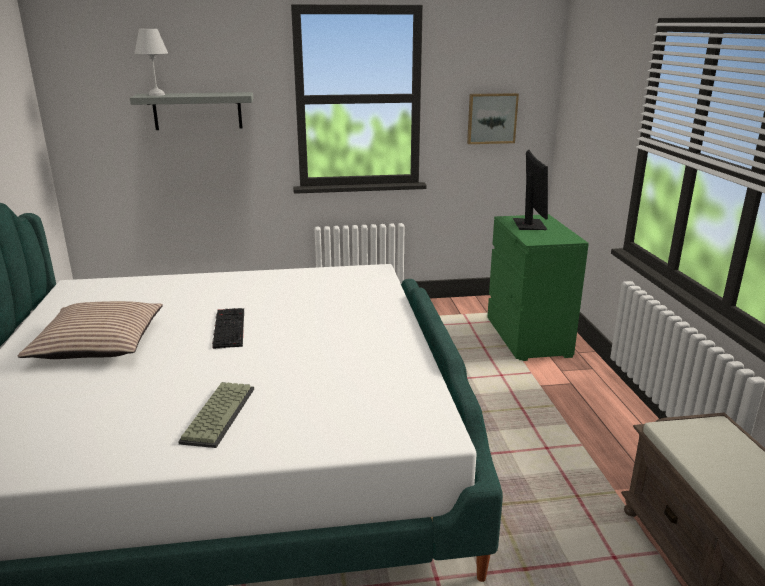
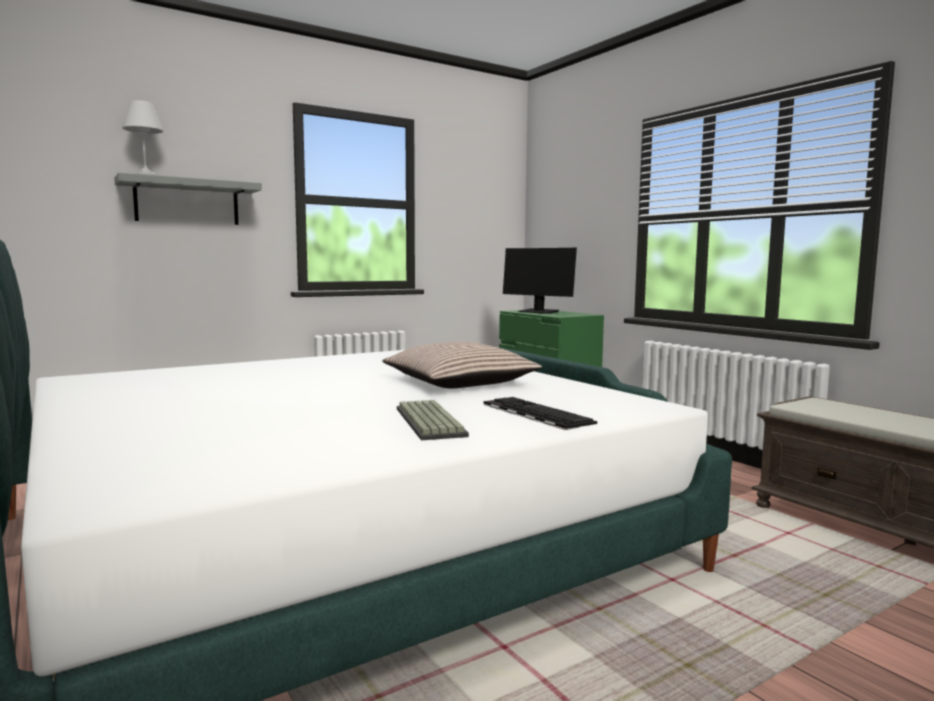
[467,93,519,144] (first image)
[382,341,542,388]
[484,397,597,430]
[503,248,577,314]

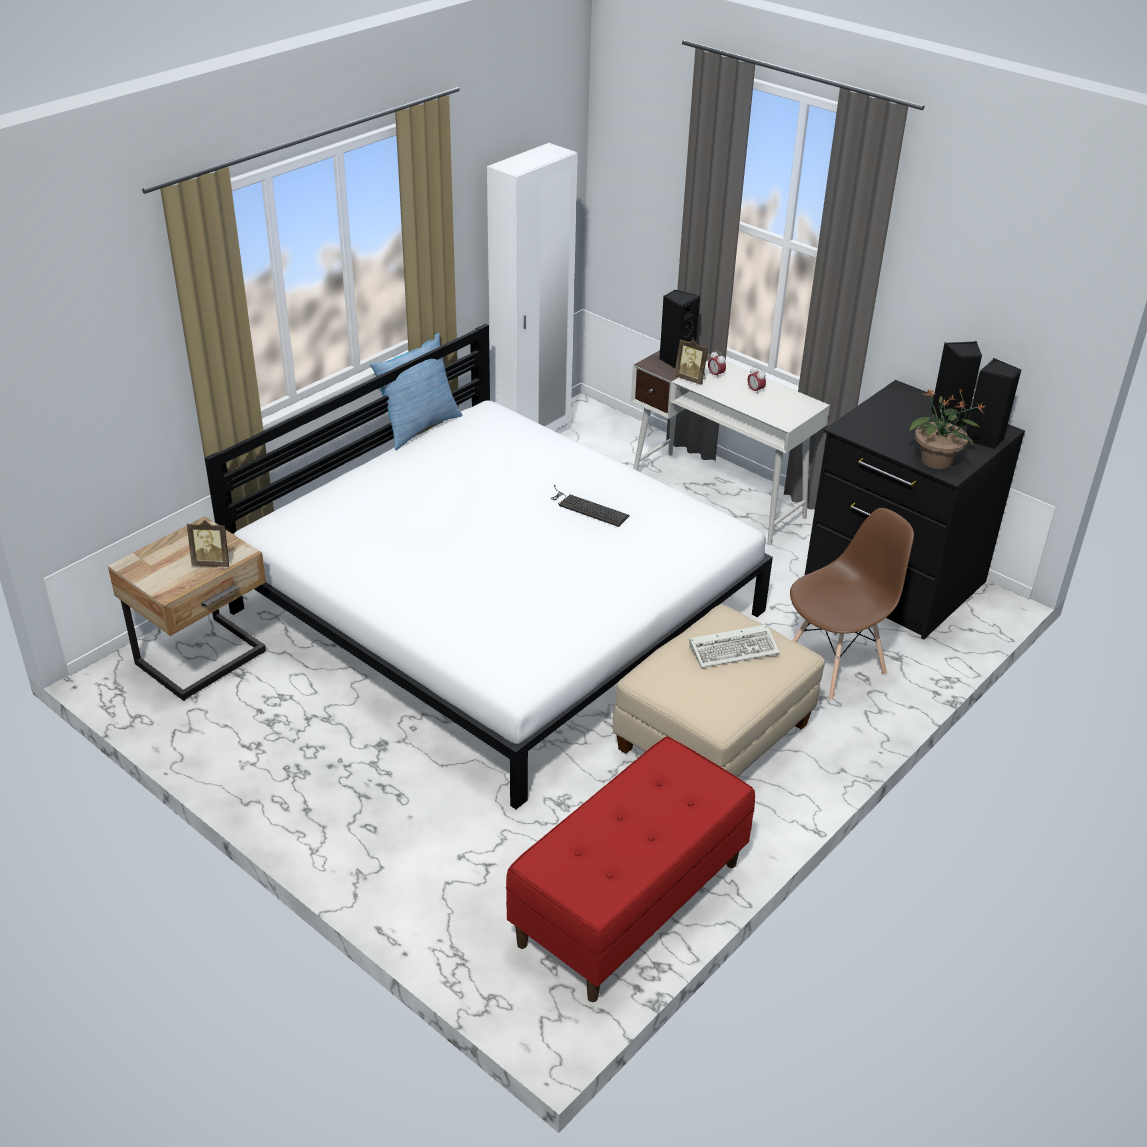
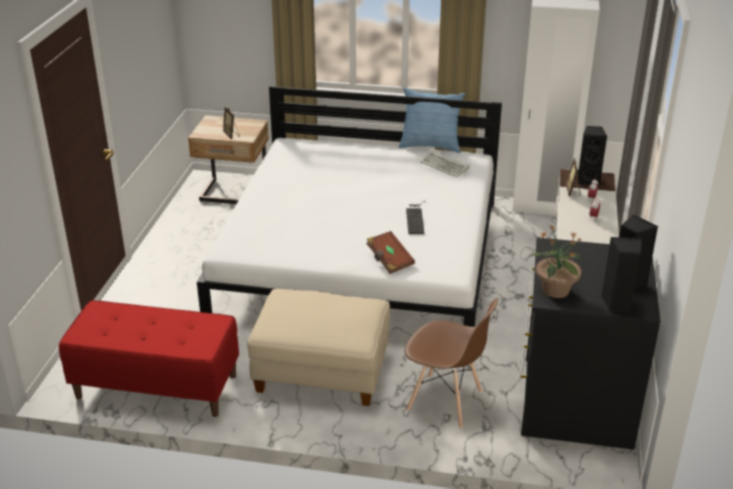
[366,231,415,274]
[419,150,470,177]

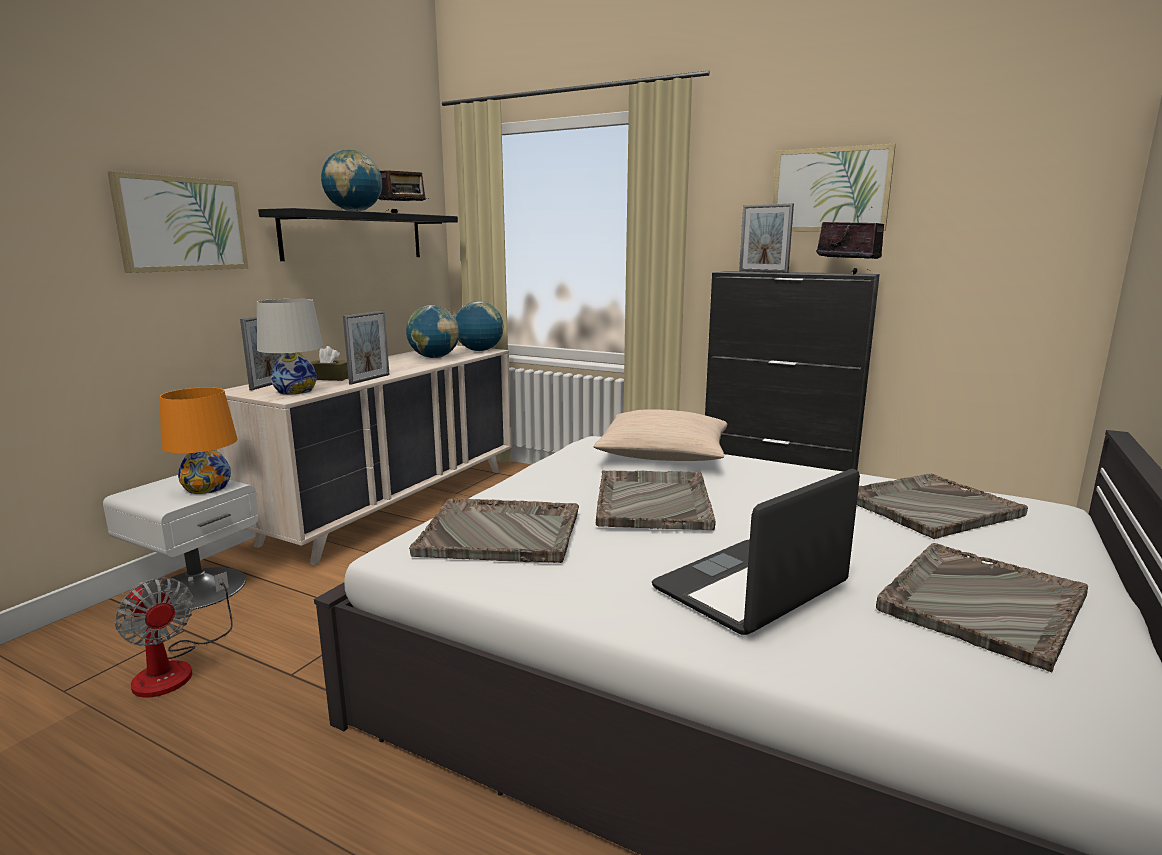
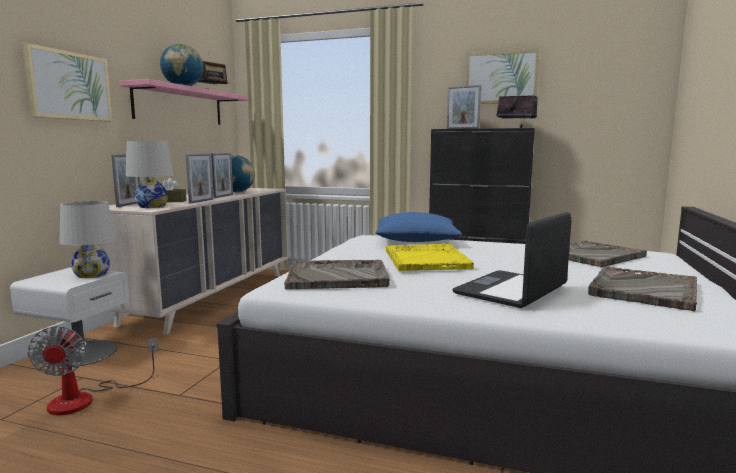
[455,301,503,351] (first image)
[211,153,233,198]
[60,201,116,278]
[119,79,249,125]
[376,212,462,242]
[386,243,474,271]
[27,326,159,415]

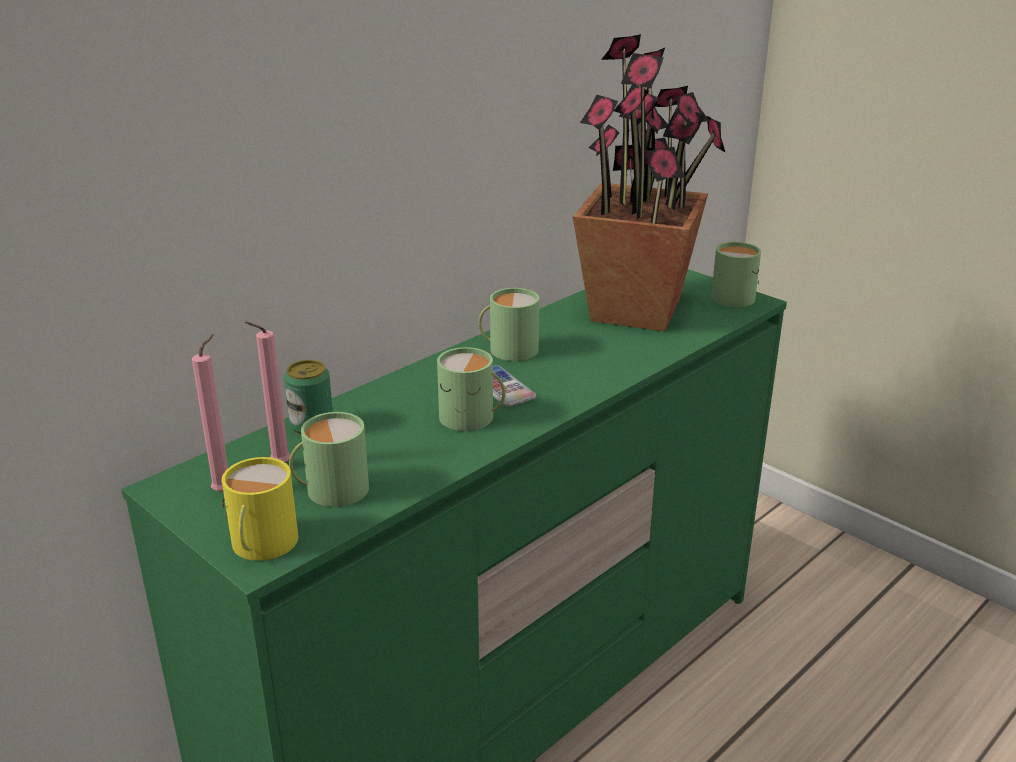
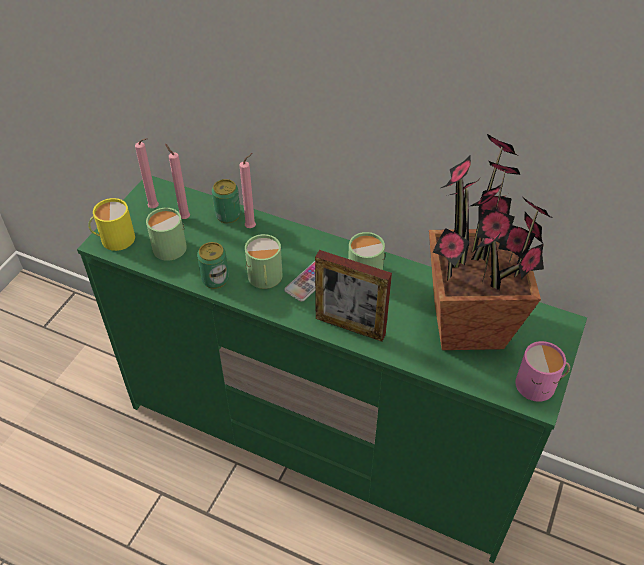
[197,242,229,289]
[239,153,256,228]
[315,250,392,342]
[515,341,570,402]

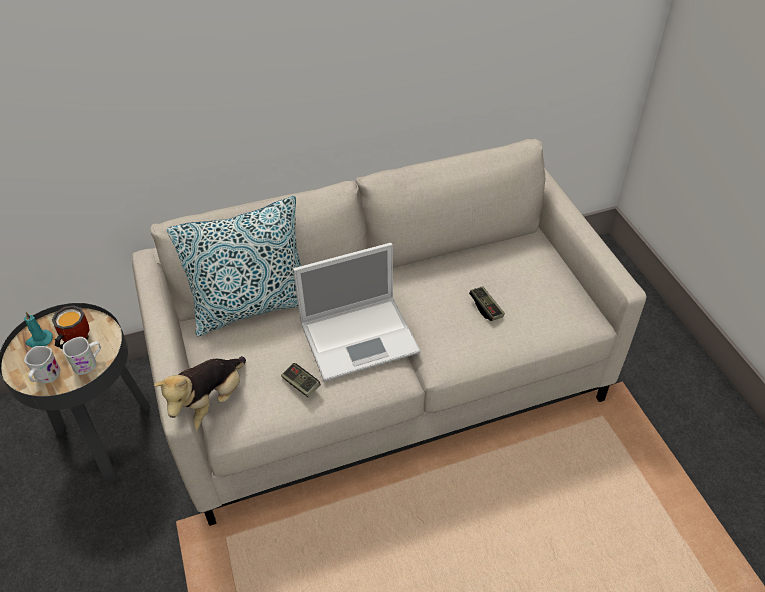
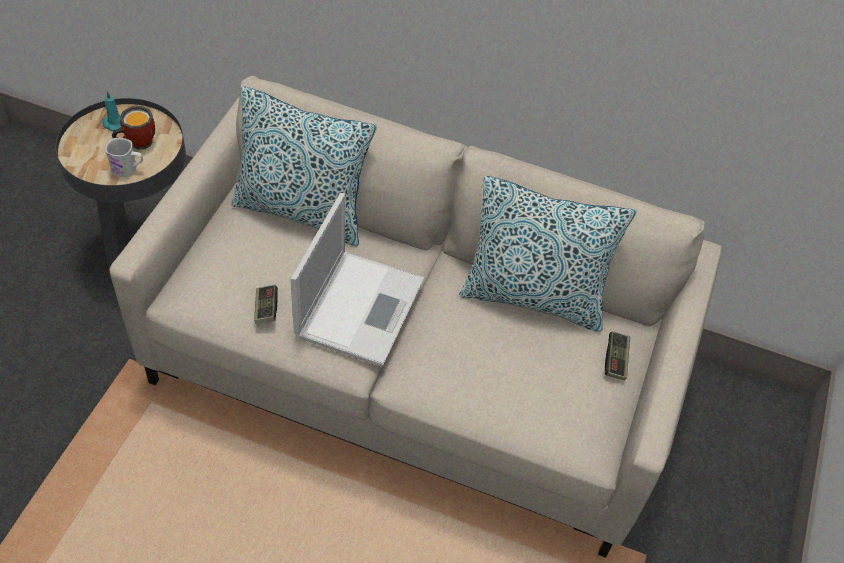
[24,346,61,383] (first image)
[154,356,246,432] (first image)
[459,176,637,332]
[605,331,630,380]
[290,193,424,367]

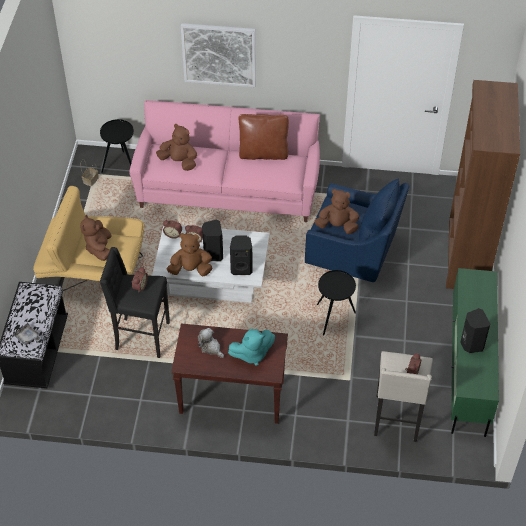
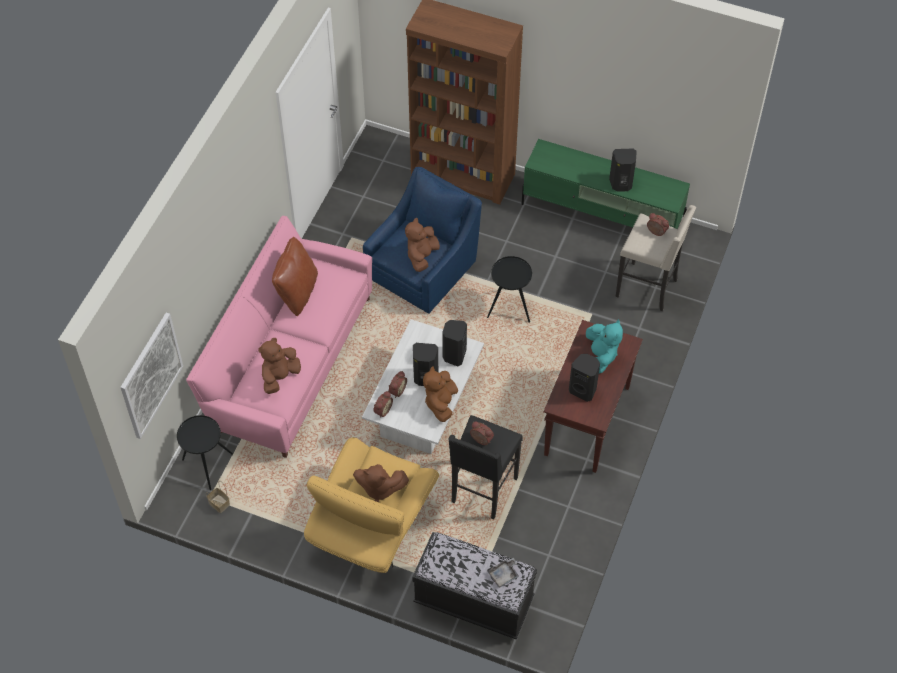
[120,313,183,439]
[569,354,600,402]

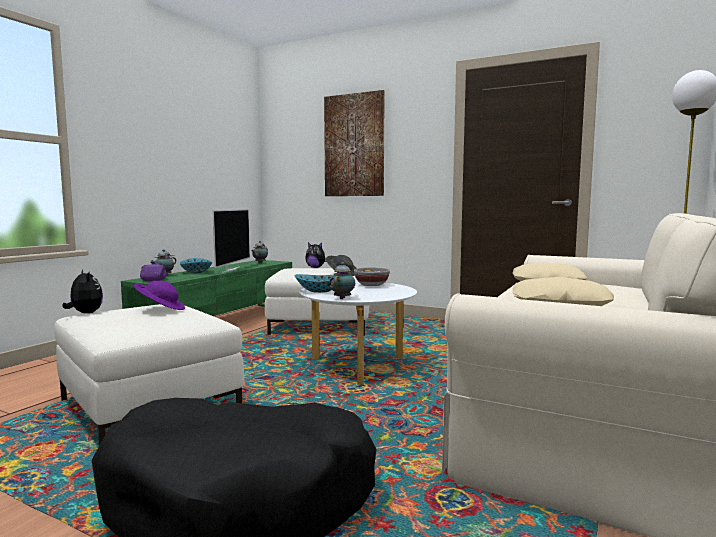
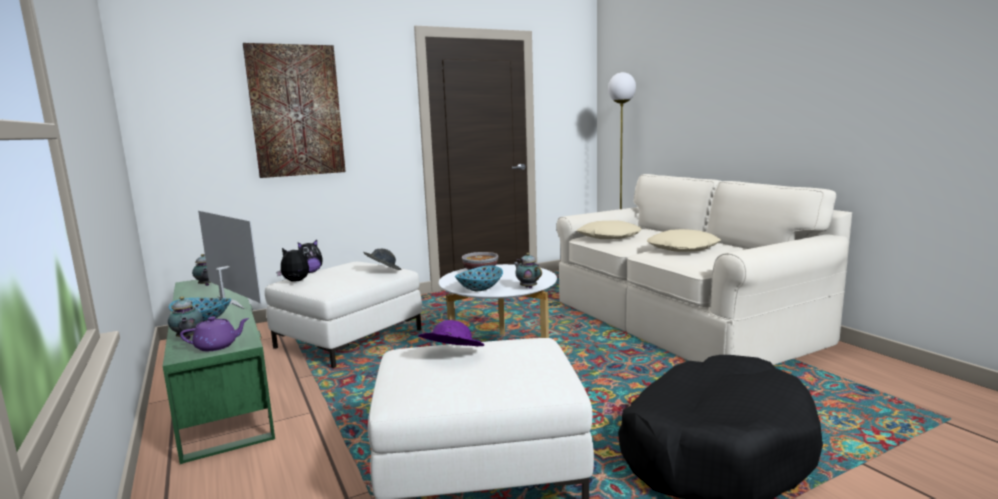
[276,247,309,282]

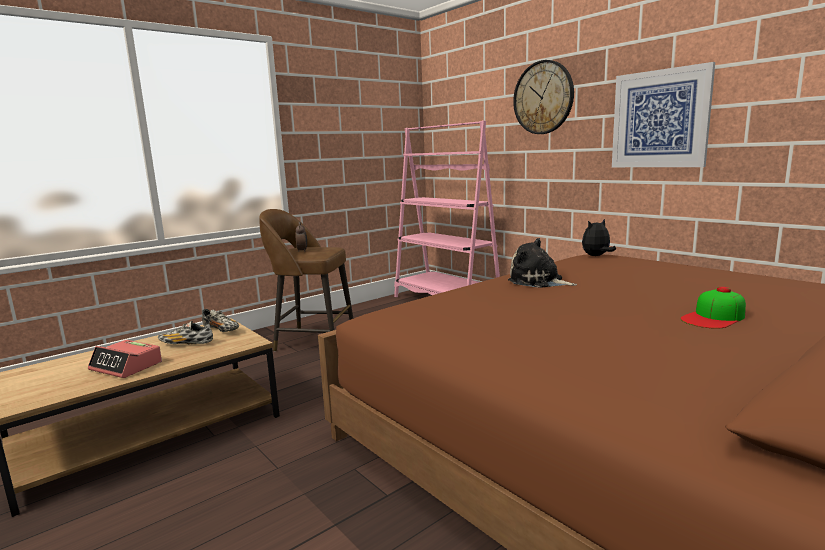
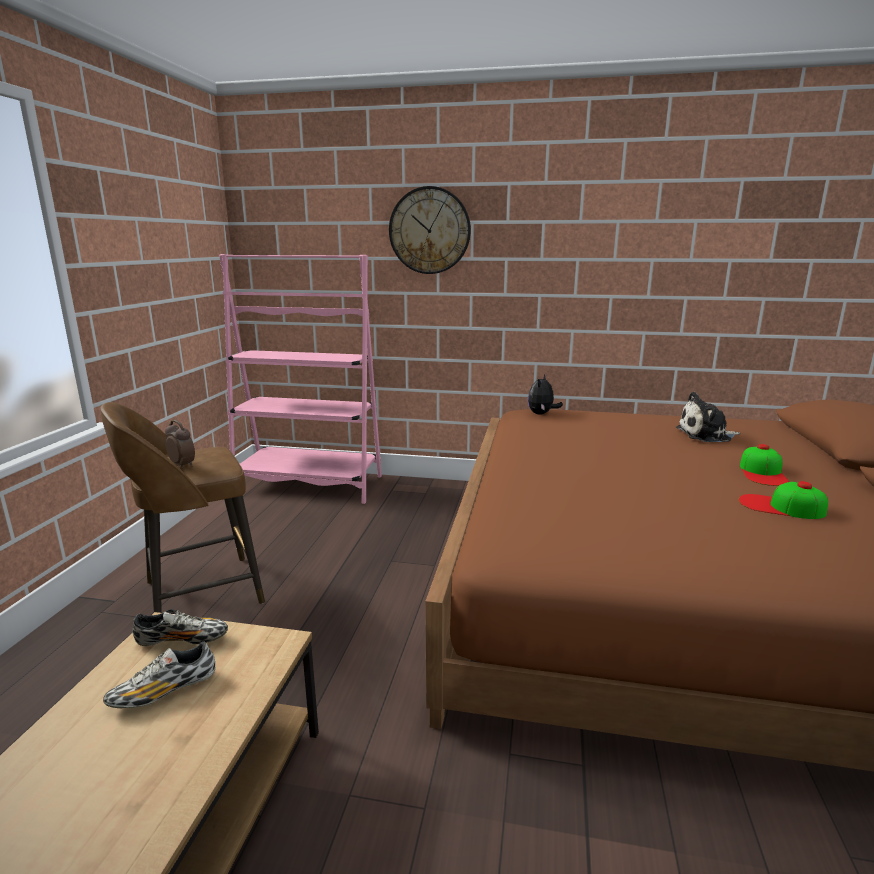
[88,340,162,378] (first image)
[612,62,715,167] (first image)
[739,481,828,519]
[676,392,740,442]

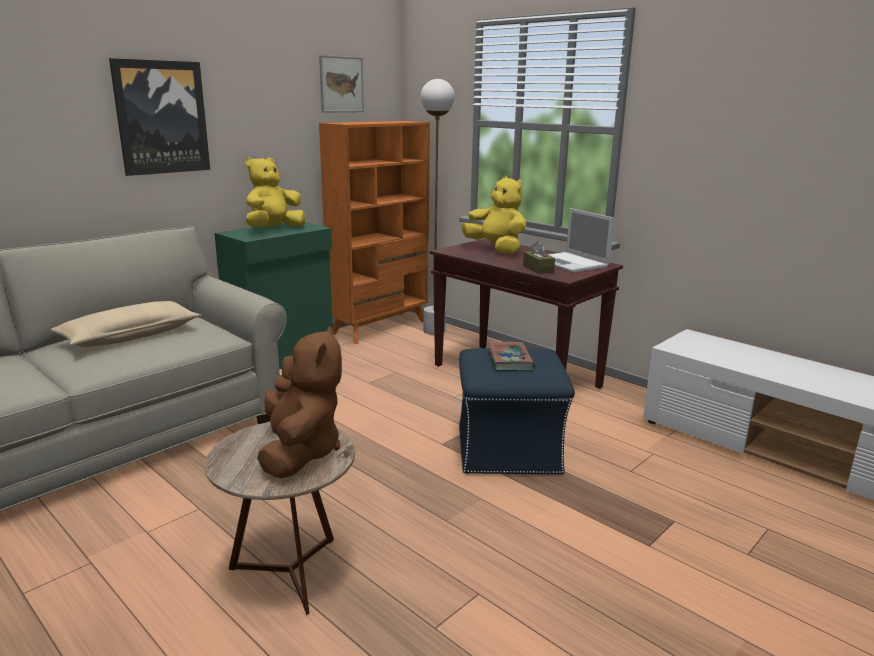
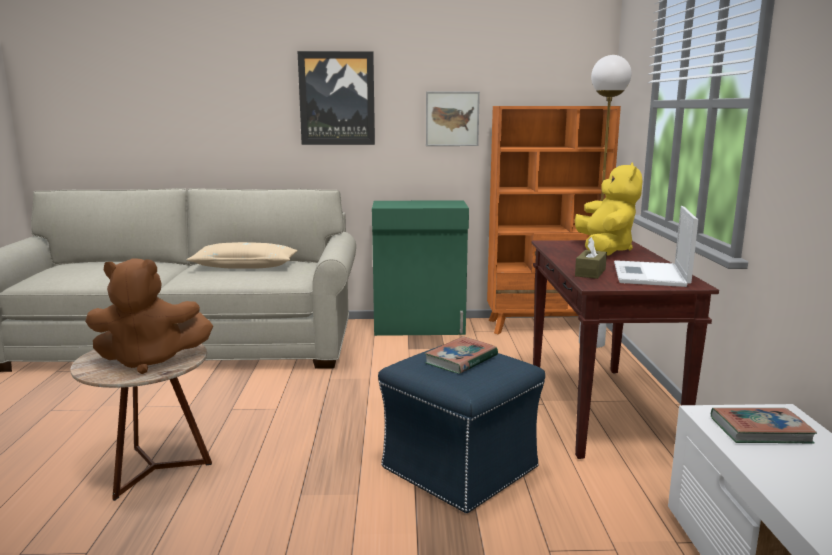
[245,157,305,227] (first image)
[711,408,817,444]
[426,92,480,146]
[85,258,213,374]

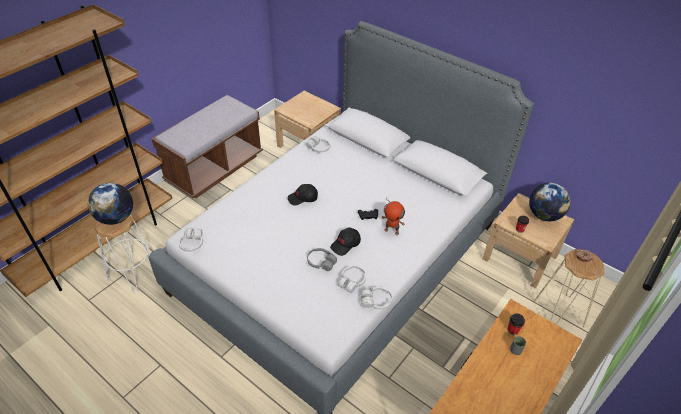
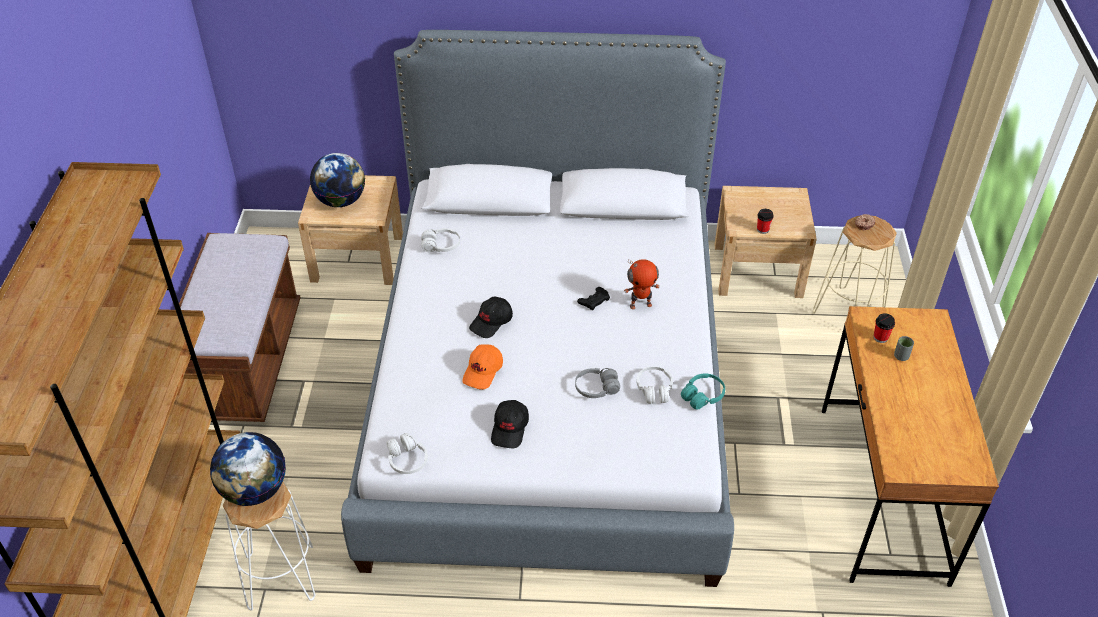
[462,344,503,390]
[491,400,529,448]
[310,153,365,207]
[681,374,725,410]

